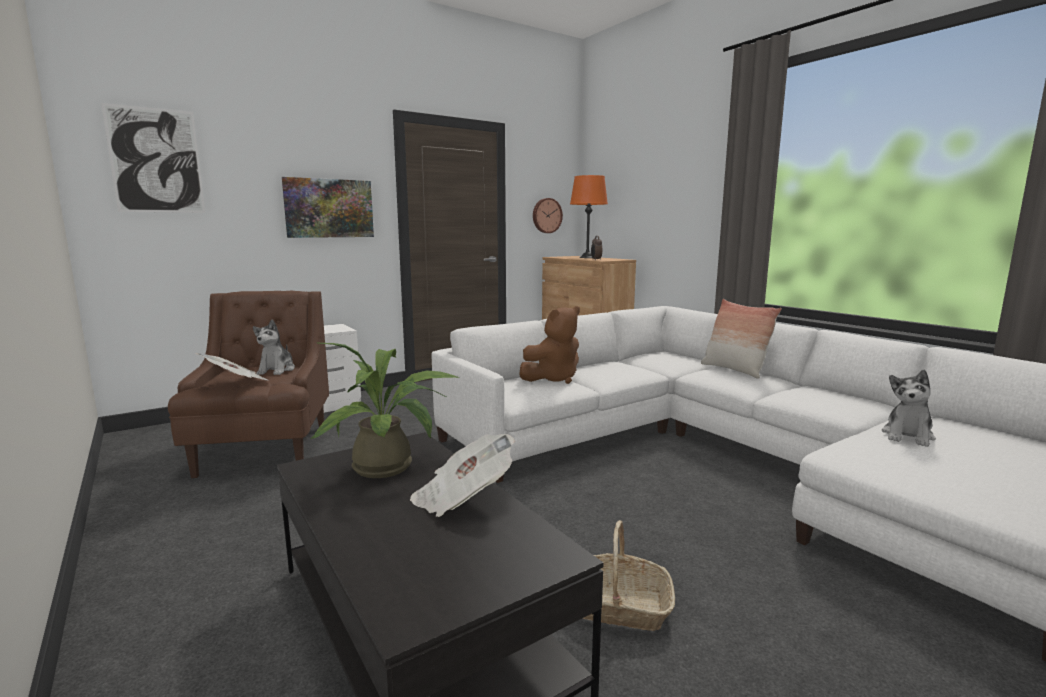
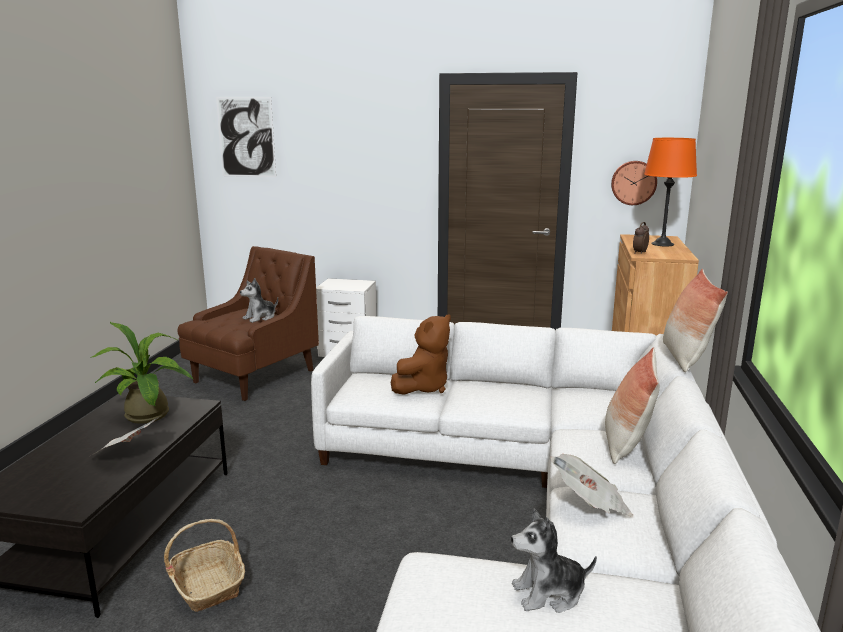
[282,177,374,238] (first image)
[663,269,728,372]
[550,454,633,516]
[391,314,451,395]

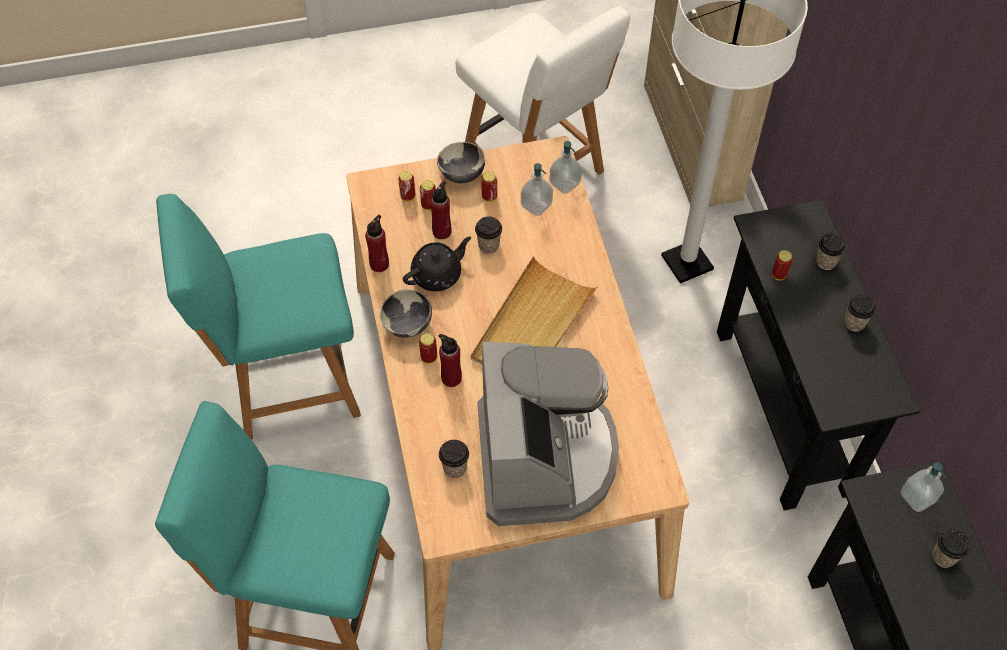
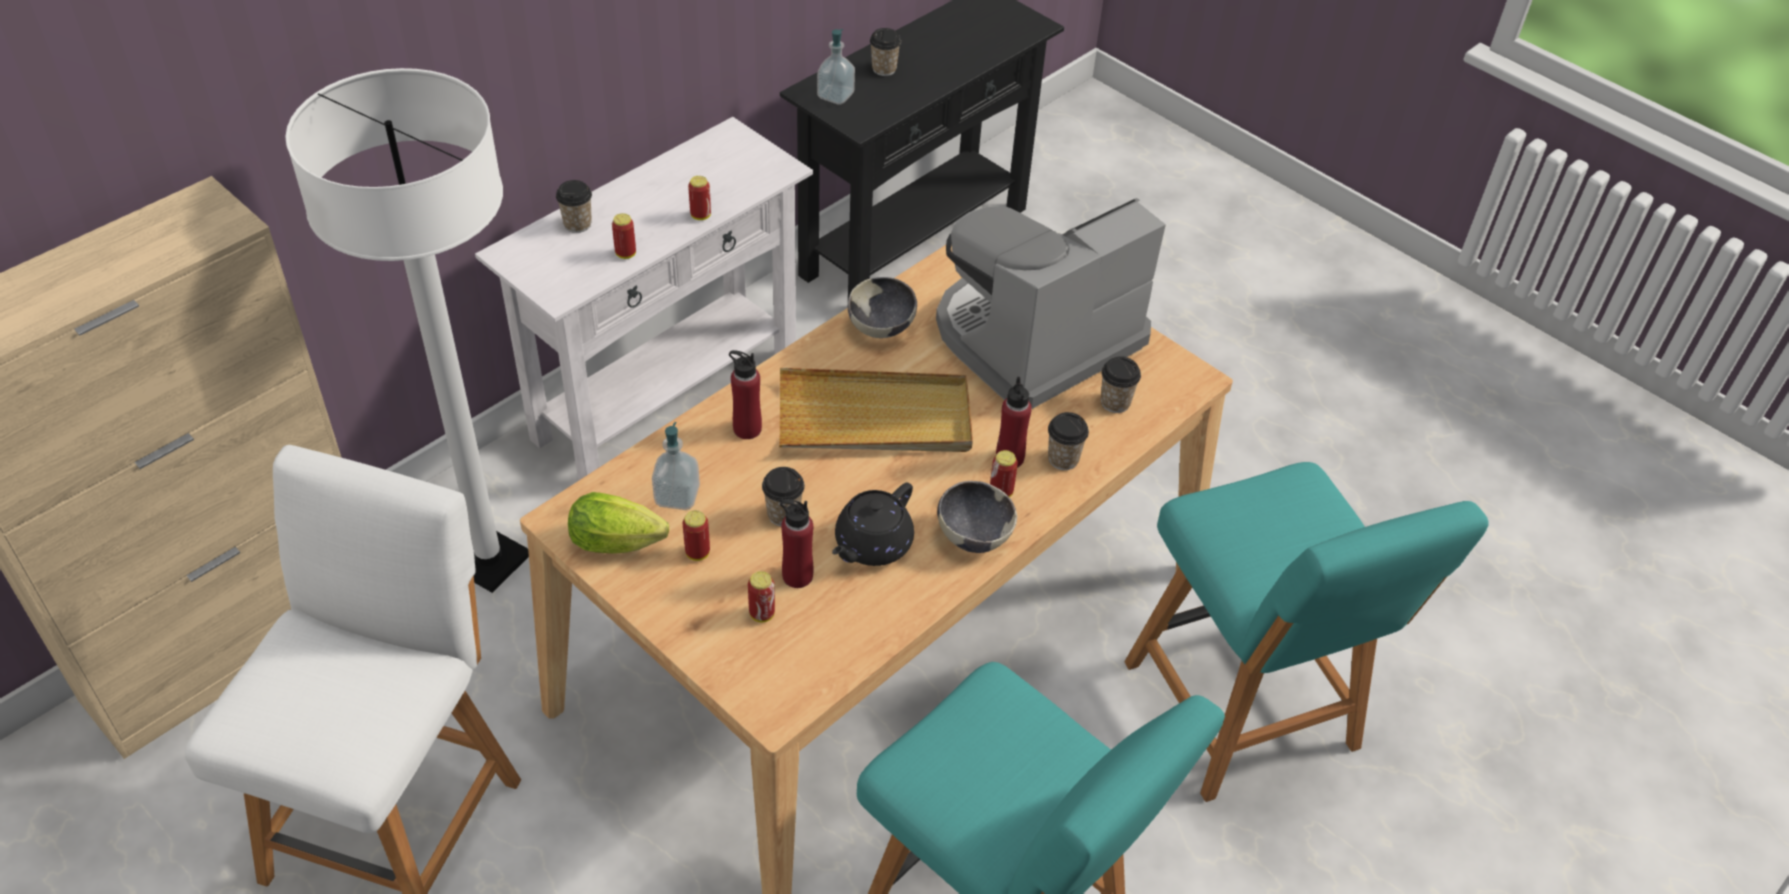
[549,141,582,194] (first image)
[568,492,669,554]
[729,350,762,439]
[688,176,711,220]
[848,277,917,338]
[1048,412,1089,470]
[475,117,813,481]
[832,483,914,566]

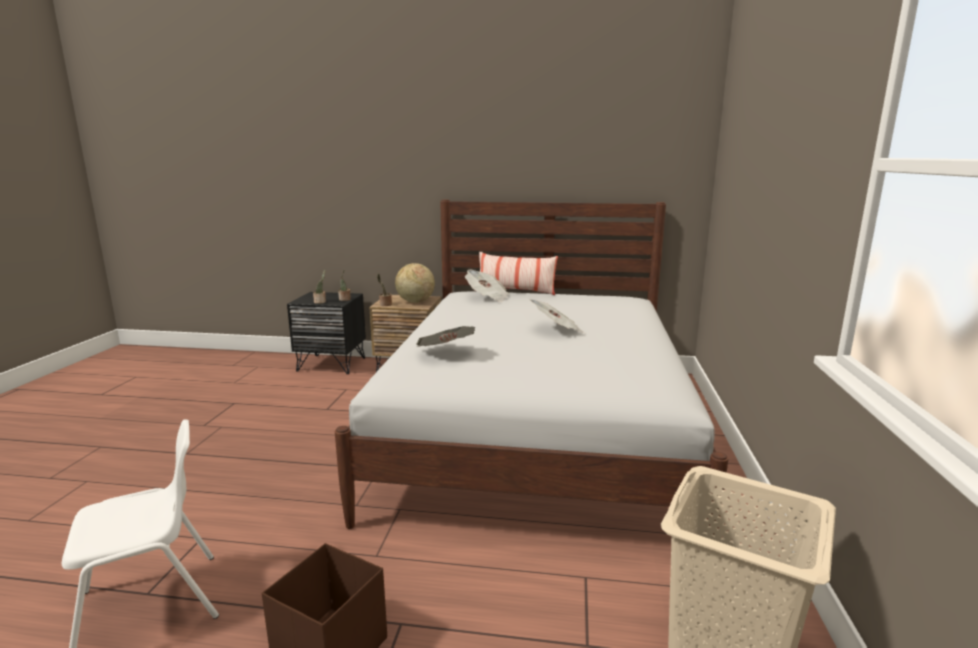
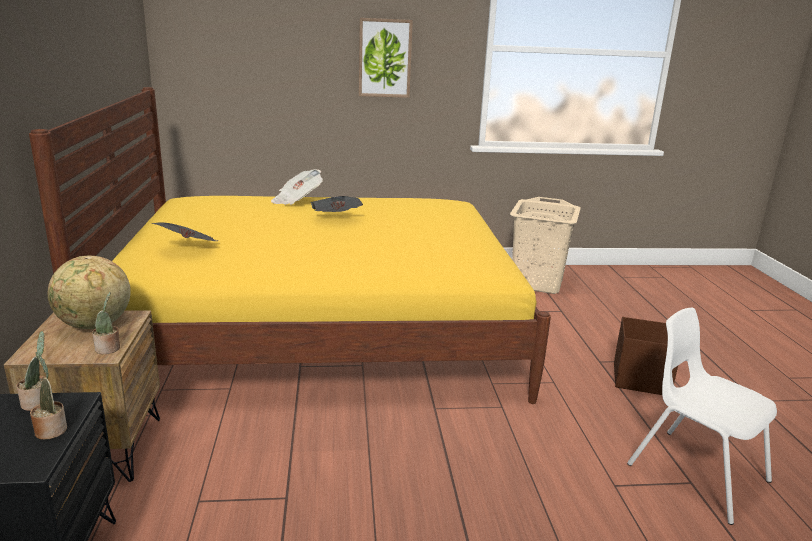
[479,252,558,295] (first image)
[359,18,413,98]
[271,169,323,205]
[29,87,551,404]

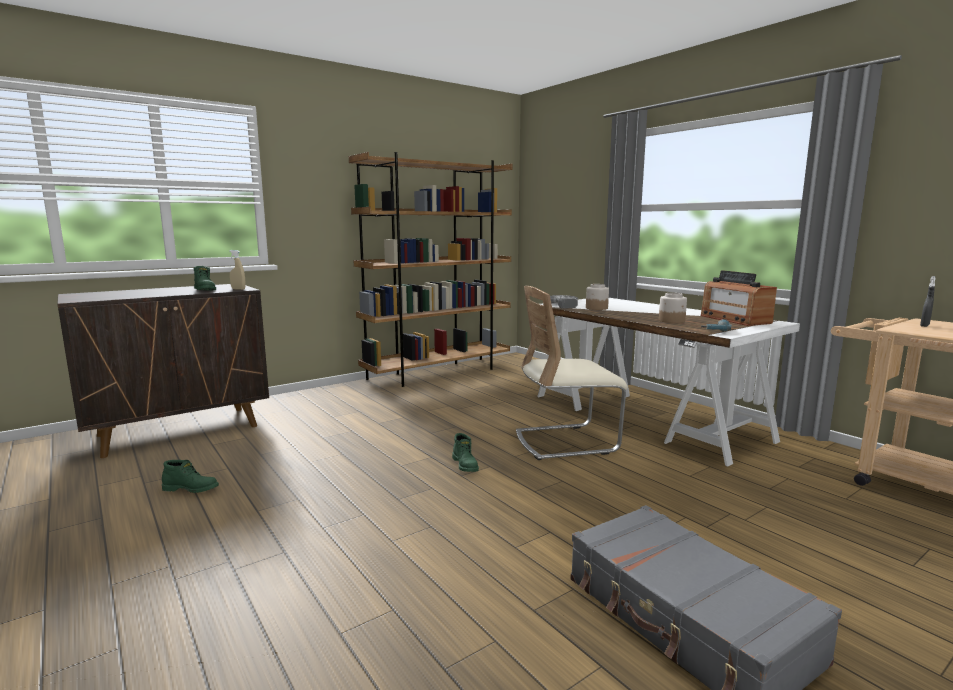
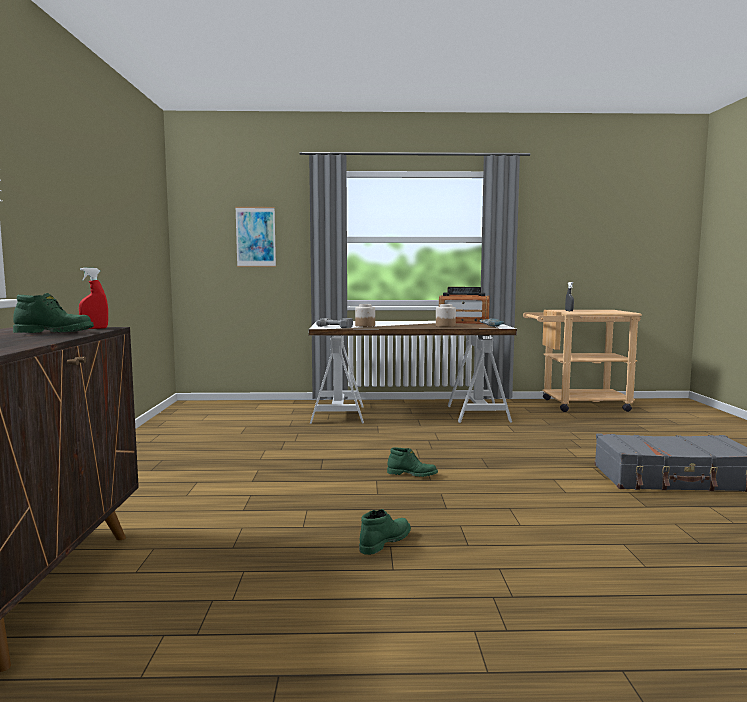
[349,152,512,387] (first image)
[516,286,628,460] (first image)
[235,207,276,267]
[359,509,411,555]
[79,268,108,329]

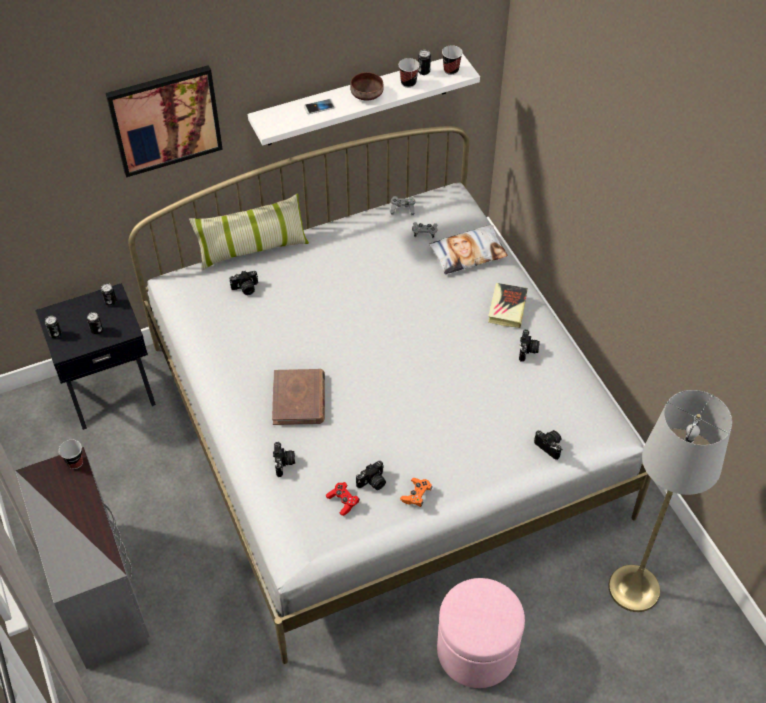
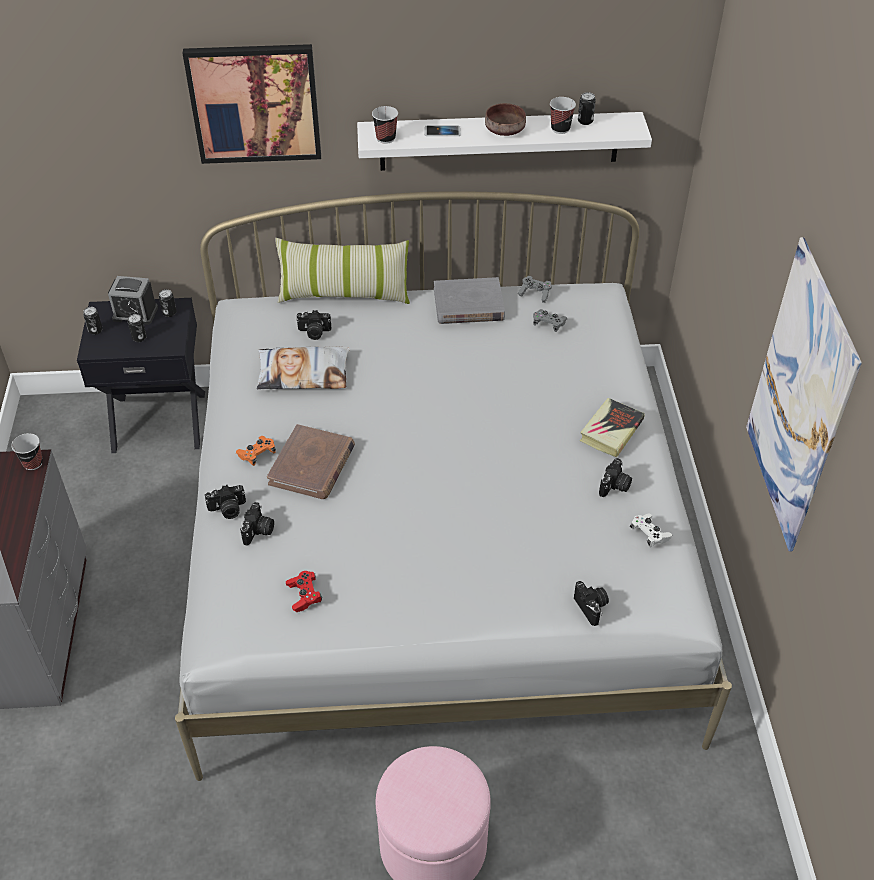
[608,390,732,612] (first image)
[108,276,158,325]
[434,277,505,324]
[630,514,672,547]
[746,237,862,551]
[205,485,246,519]
[236,436,276,466]
[257,346,350,389]
[372,106,398,144]

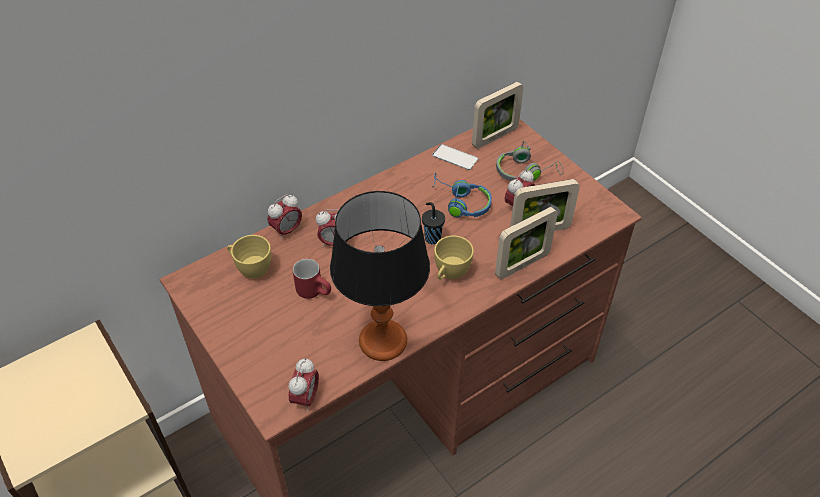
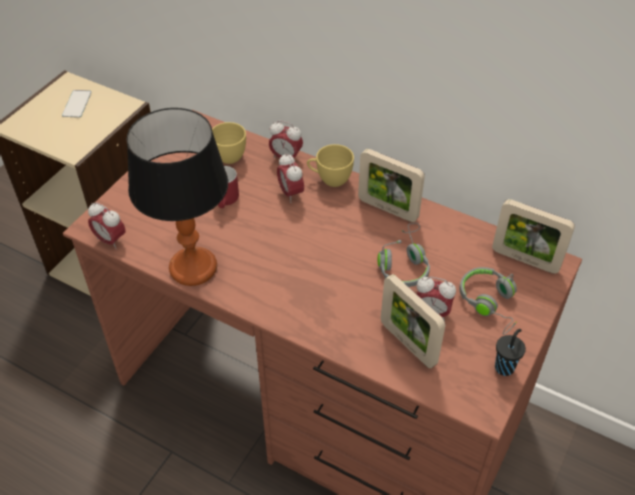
[495,329,526,376]
[62,90,92,118]
[307,144,354,187]
[358,149,425,222]
[377,223,430,287]
[88,202,125,250]

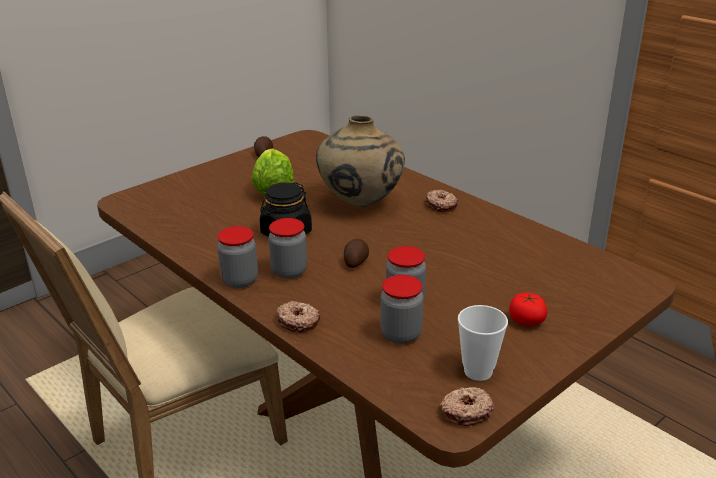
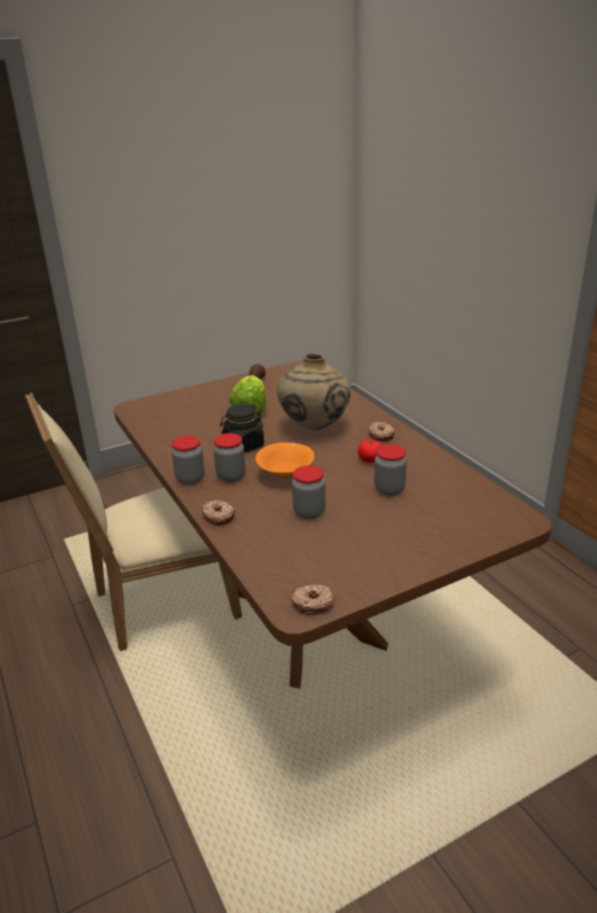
[458,305,508,381] (first image)
[374,444,407,496]
[358,439,382,463]
[256,442,314,479]

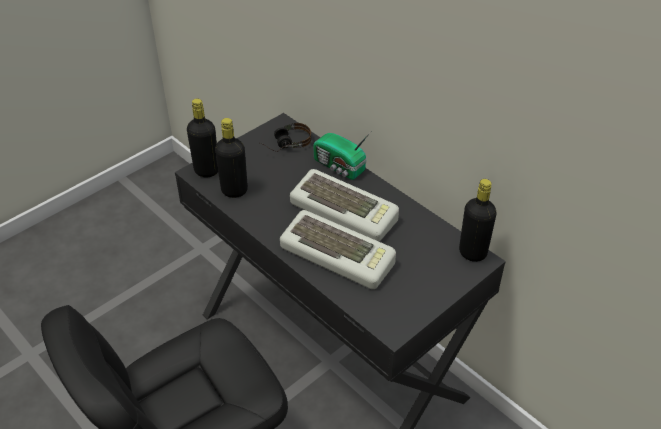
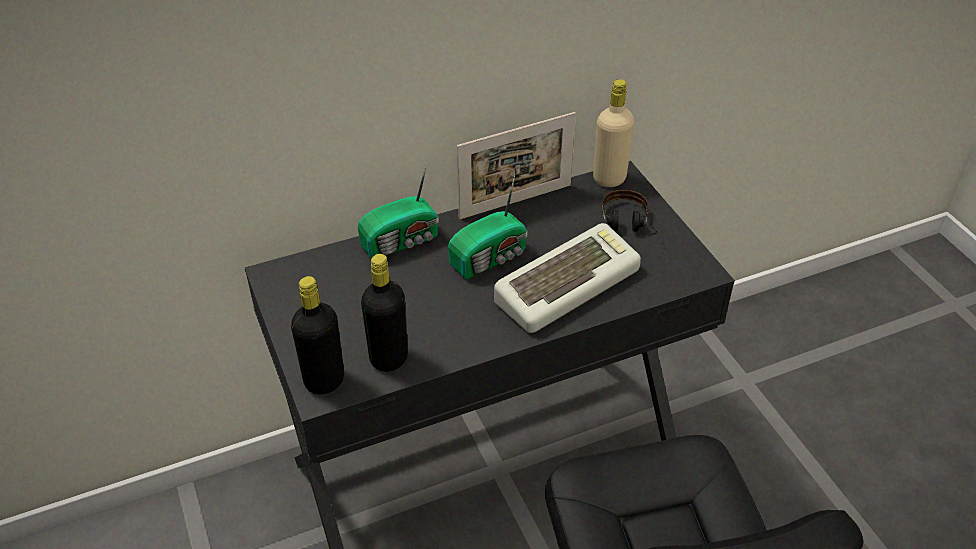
[457,112,576,219]
[602,190,658,237]
[448,175,528,279]
[593,79,634,187]

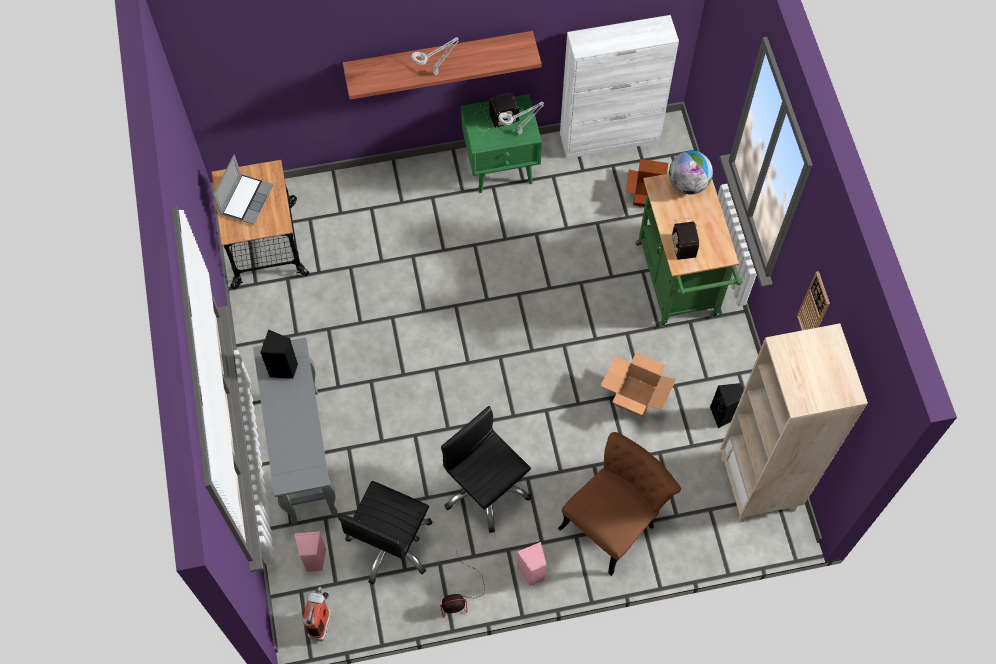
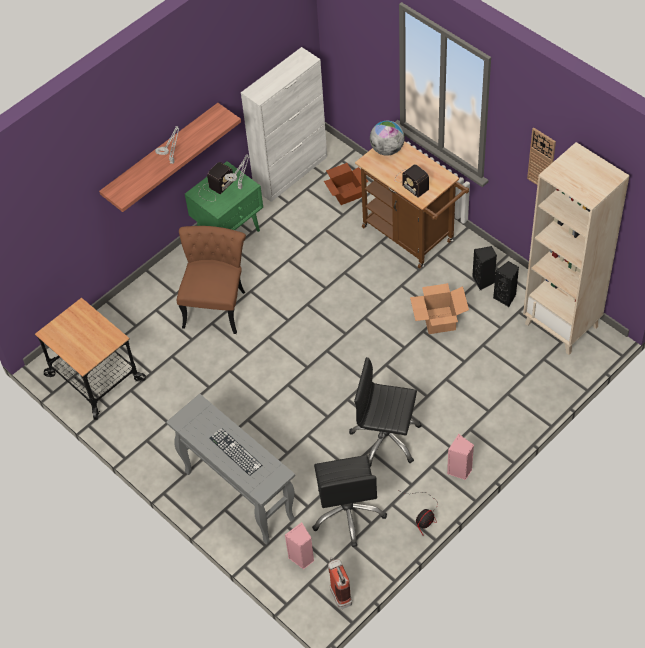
[213,154,273,225] (first image)
[210,428,262,476]
[472,246,497,290]
[176,226,246,334]
[355,141,469,269]

